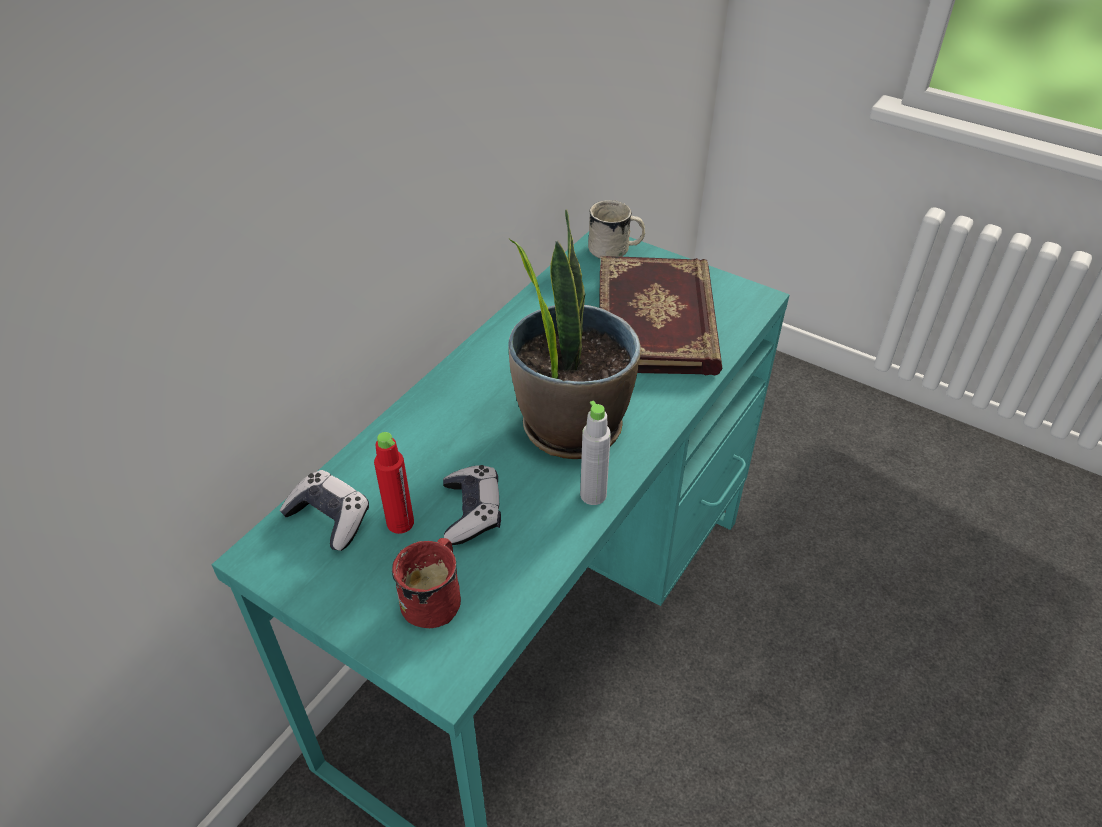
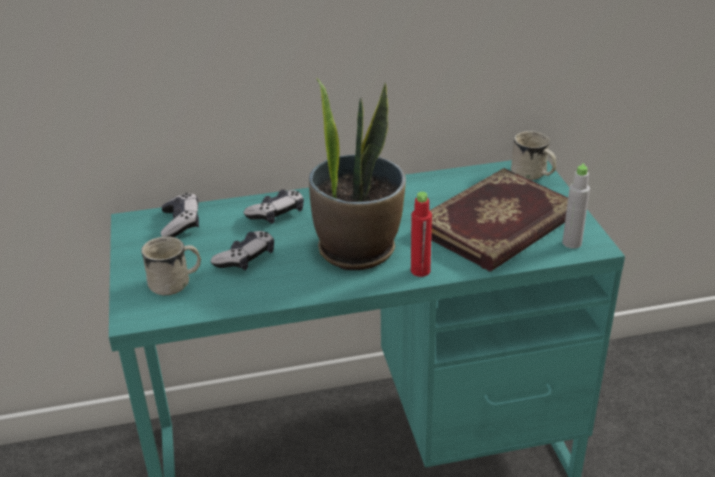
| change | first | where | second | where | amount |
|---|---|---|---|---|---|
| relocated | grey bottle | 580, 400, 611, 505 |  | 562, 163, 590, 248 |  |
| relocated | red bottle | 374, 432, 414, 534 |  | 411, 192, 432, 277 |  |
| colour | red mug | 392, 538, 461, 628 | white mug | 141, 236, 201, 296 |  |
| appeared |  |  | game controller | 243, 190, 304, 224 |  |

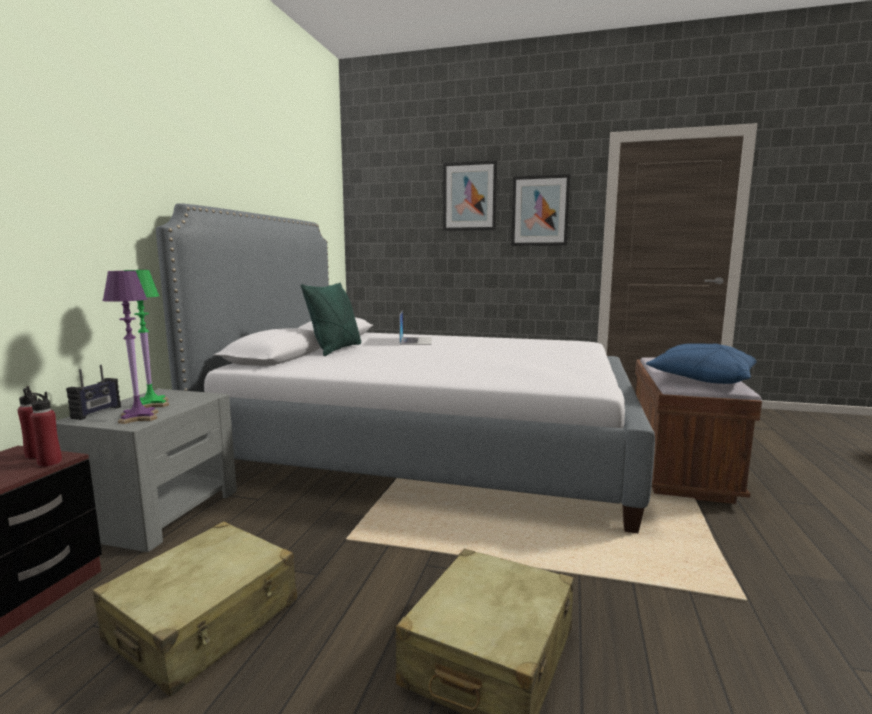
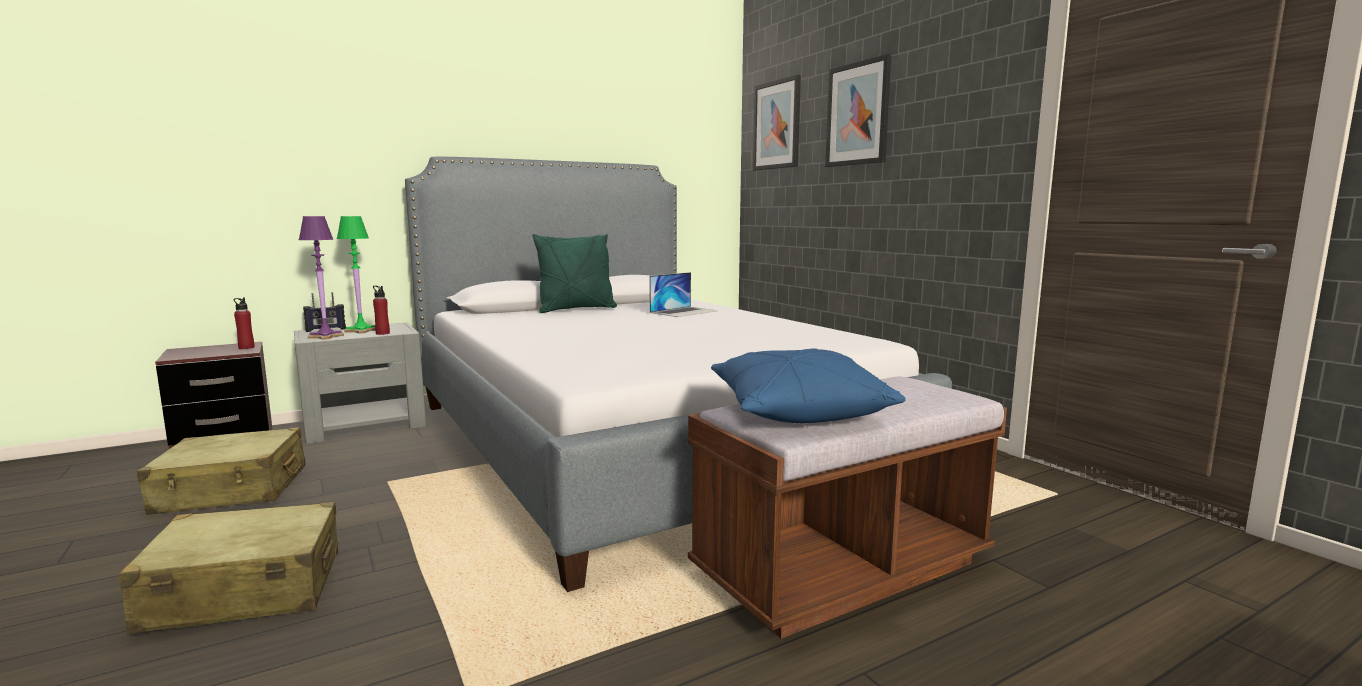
| change | first | where | second | where | amount |
|---|---|---|---|---|---|
| relocated | picture | 511, 174, 571, 246 |  | 753, 75, 801, 171 |  |
| relocated | red bottle | 26, 392, 62, 467 |  | 373, 285, 390, 335 |  |

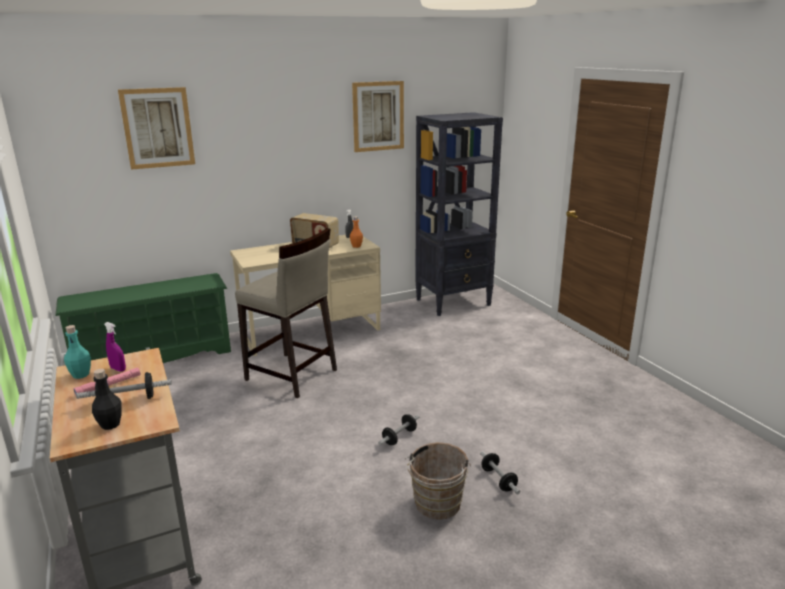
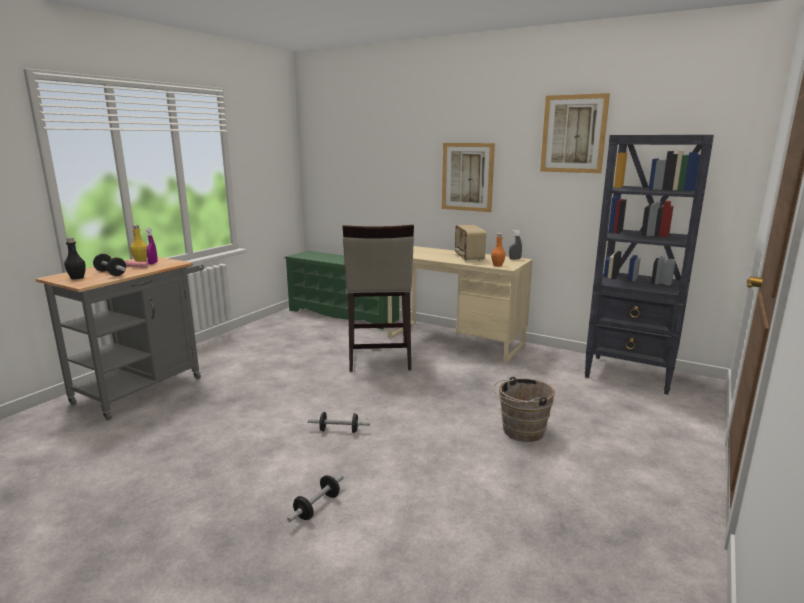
| change | first | where | second | where | amount |
|---|---|---|---|---|---|
| relocated | picture | 118, 87, 195, 170 |  | 442, 143, 495, 212 |  |
| colour | turquoise bottle | 64, 325, 91, 379 | yellow bottle | 130, 225, 148, 262 |  |
| relocated | brown bucket | 405, 442, 471, 520 |  | 493, 376, 555, 442 |  |

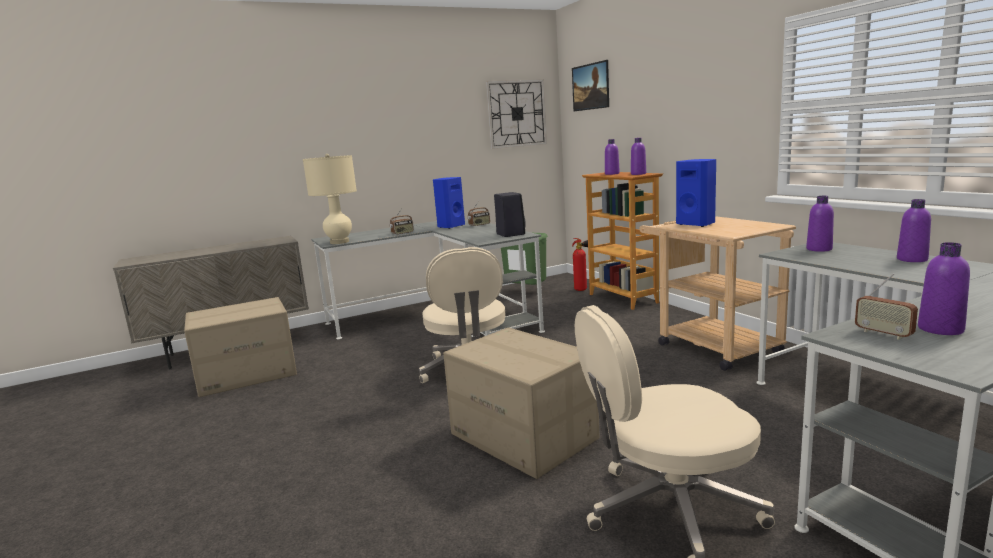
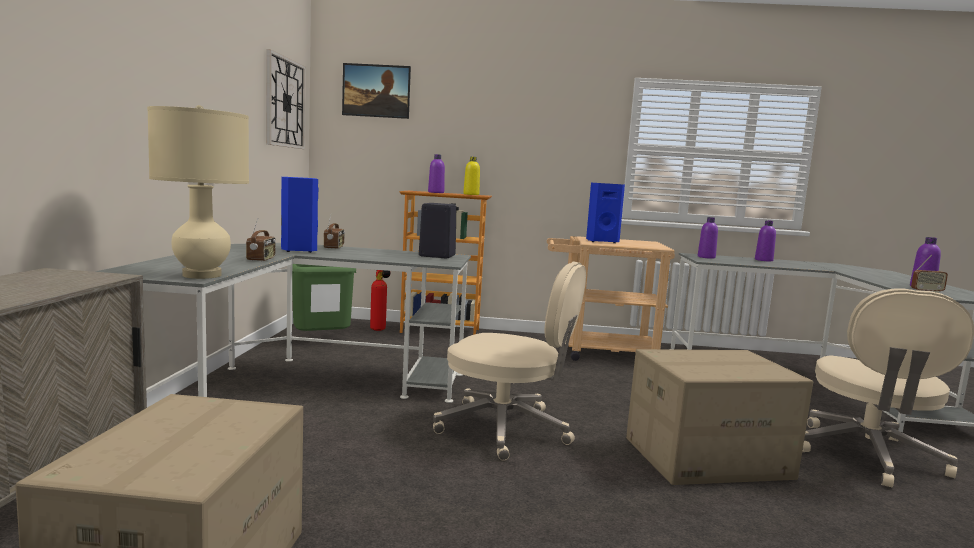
| change | first | where | second | where | amount |
|---|---|---|---|---|---|
| colour | purple bottle | 631, 138, 646, 175 | yellow bottle | 463, 157, 480, 195 |  |

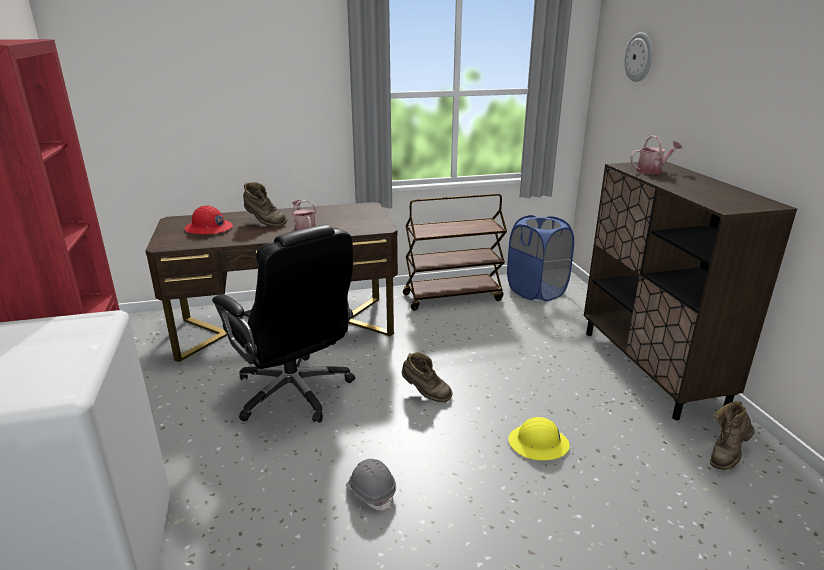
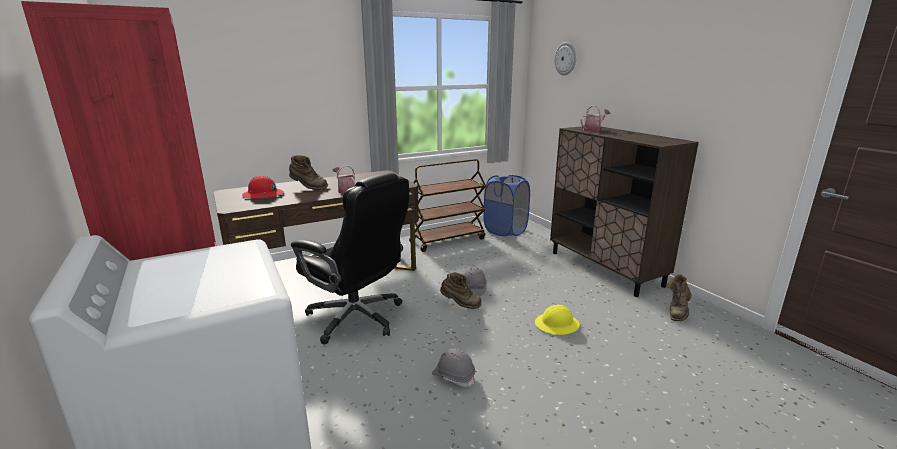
| change | first | where | second | where | amount |
|---|---|---|---|---|---|
| appeared |  |  | grey hard hat | 464, 267, 487, 296 |  |

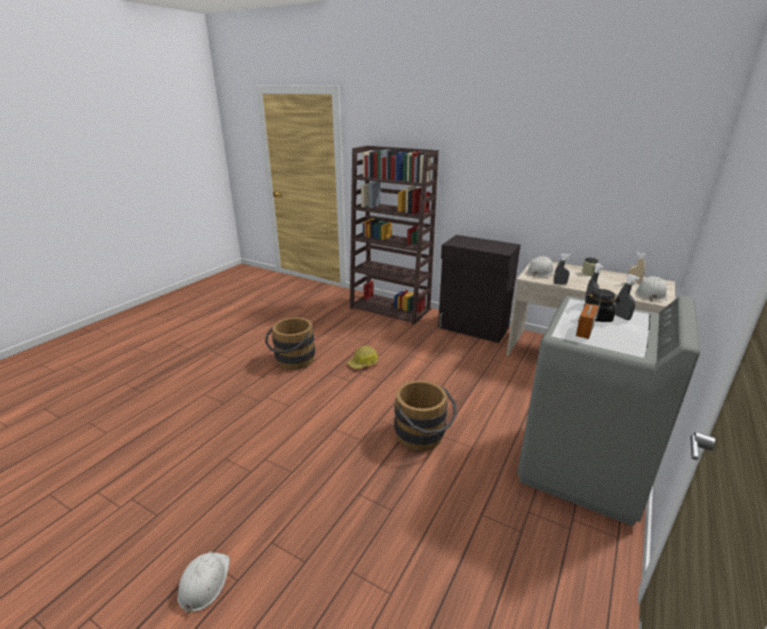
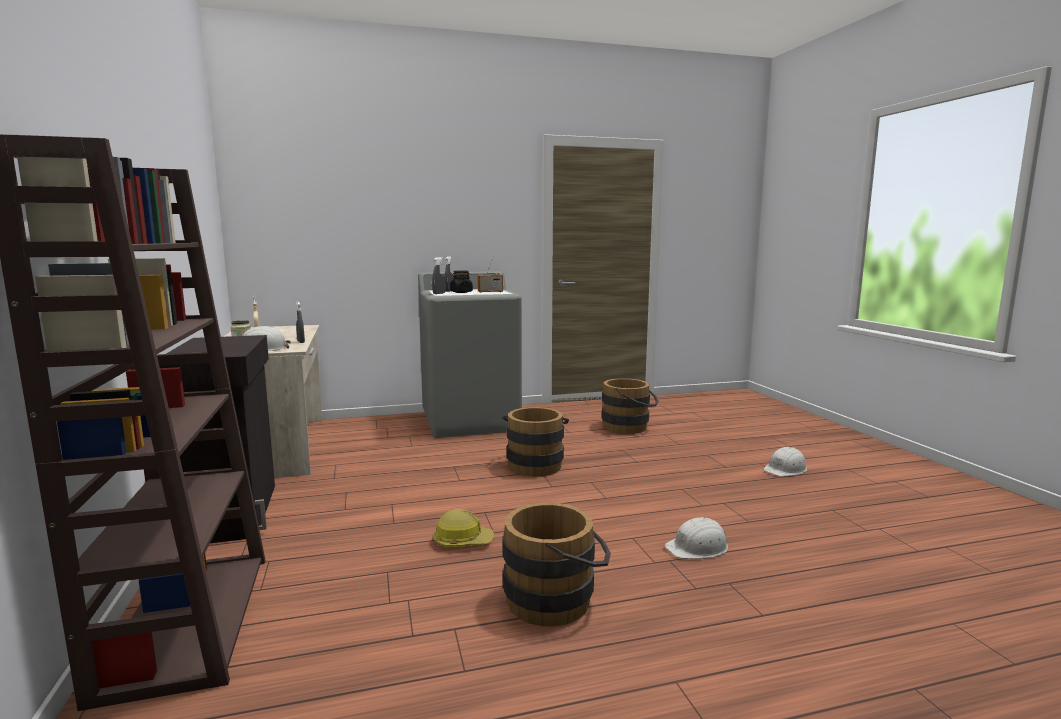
| change | first | where | second | where | amount |
|---|---|---|---|---|---|
| relocated | white hard hat | 636, 276, 667, 301 |  | 665, 516, 728, 559 |  |
| appeared |  |  | brown bucket | 602, 378, 658, 434 |  |

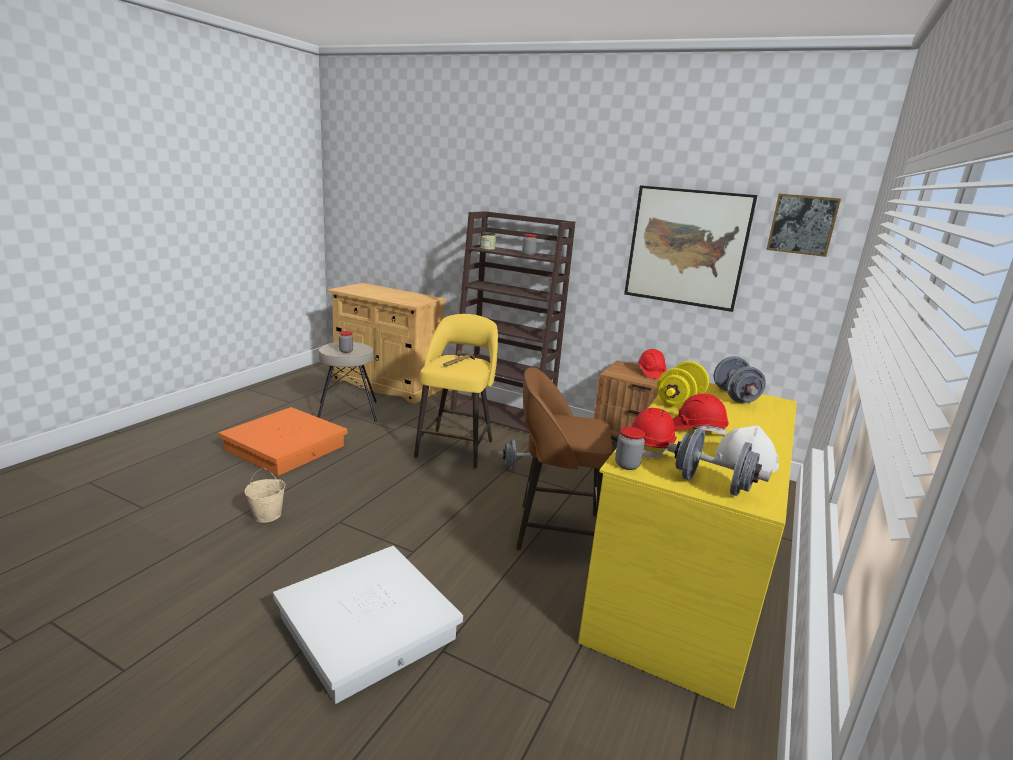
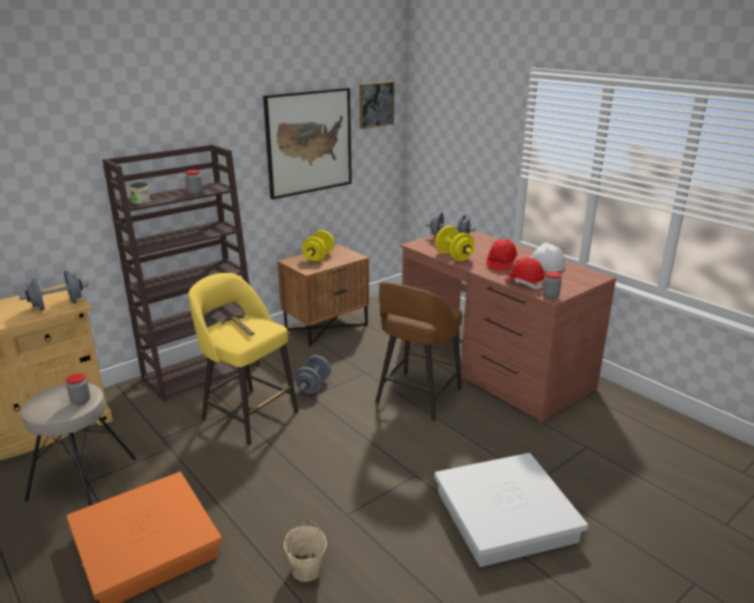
| change | first | where | second | where | amount |
|---|---|---|---|---|---|
| exchanged | red hard hat | 638, 349, 667, 379 | yellow dumbbell | 302, 230, 335, 261 |  |
| colour | yellow desk | 578, 383, 797, 709 | brown desk | 400, 231, 616, 423 |  |
| relocated | grey dumbbell | 667, 428, 771, 496 |  | 19, 271, 88, 311 |  |

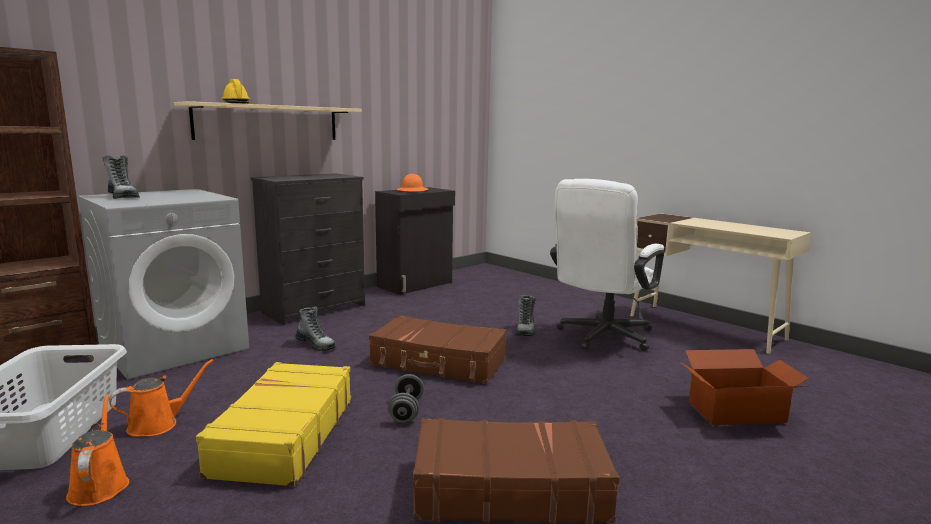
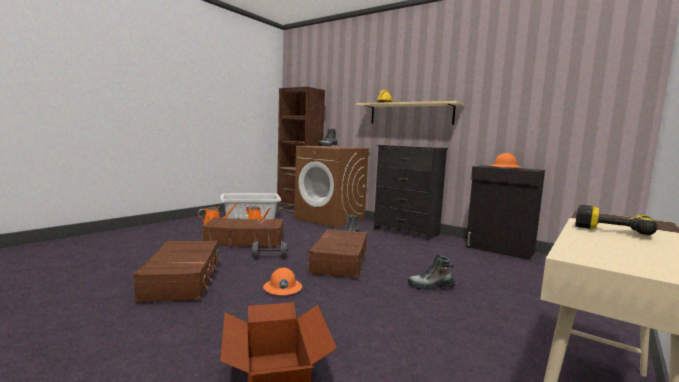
| change | first | where | second | where | amount |
|---|---|---|---|---|---|
| missing | white office chair | 550, 179, 664, 351 |  |  |  |
| colour | grey washing machine | 78, 189, 249, 380 | brown washing machine | 294, 146, 369, 228 |  |
| colour | yellow suitcase | 196, 362, 351, 487 | brown suitcase | 202, 217, 283, 247 |  |
| appeared |  |  | power drill | 575, 205, 658, 235 |  |
| appeared |  |  | orange hard hat | 263, 267, 302, 295 |  |

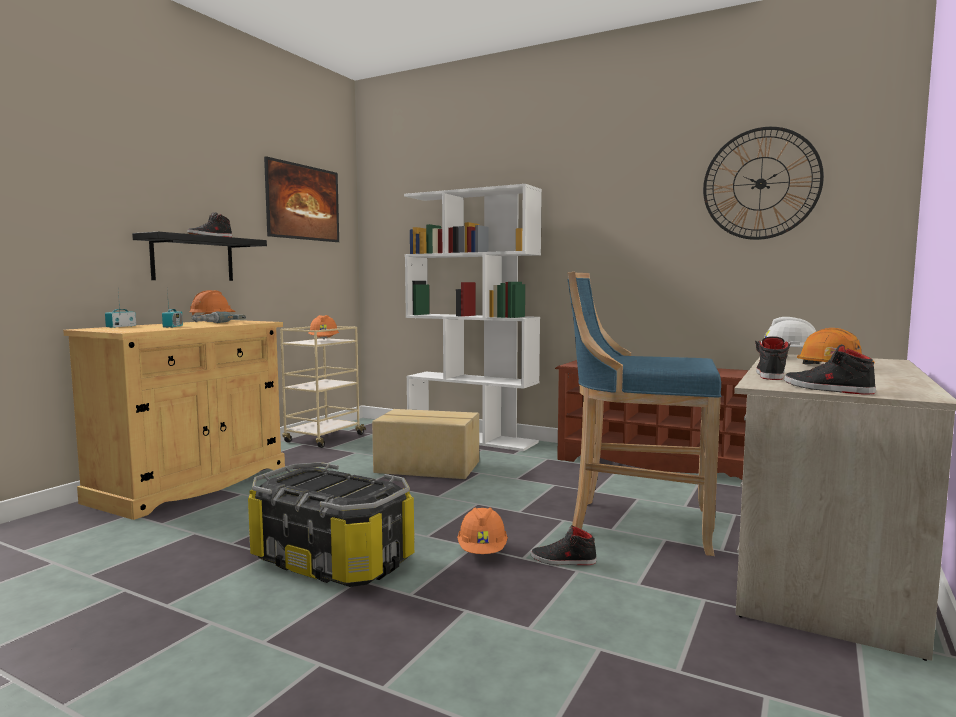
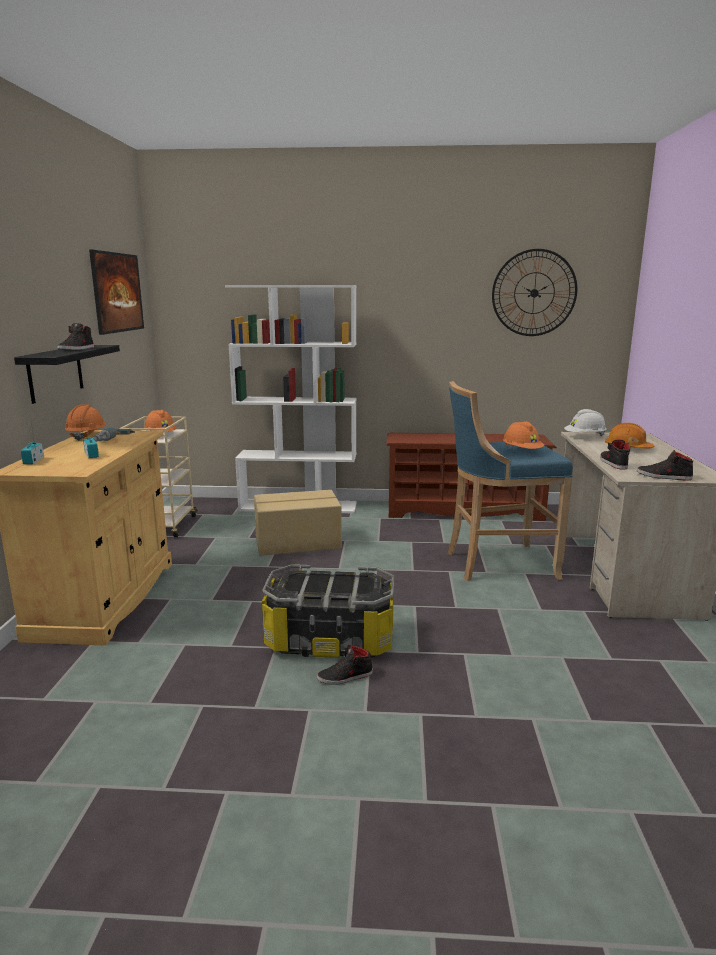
| change | first | where | second | where | amount |
|---|---|---|---|---|---|
| relocated | orange hard hat | 457, 507, 508, 554 |  | 503, 421, 544, 449 |  |
| relocated | black shoe | 531, 525, 597, 565 |  | 317, 645, 373, 684 |  |

